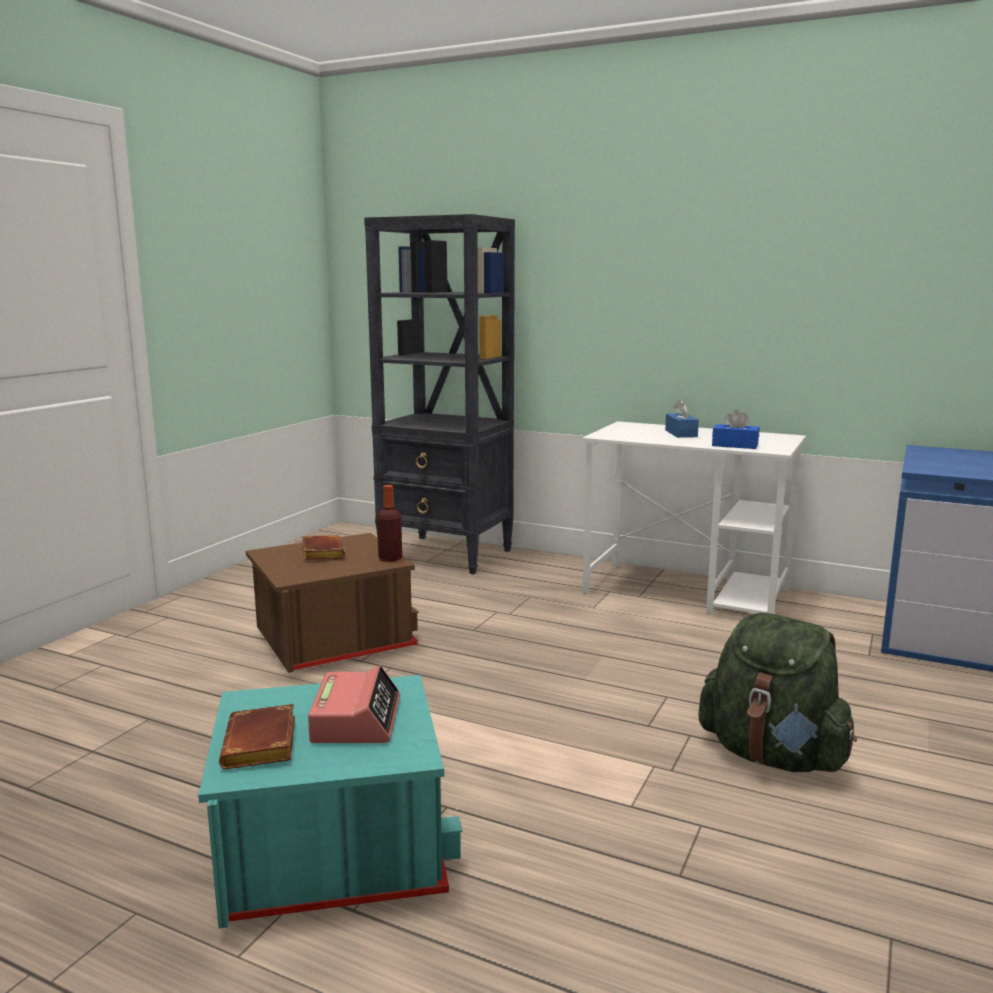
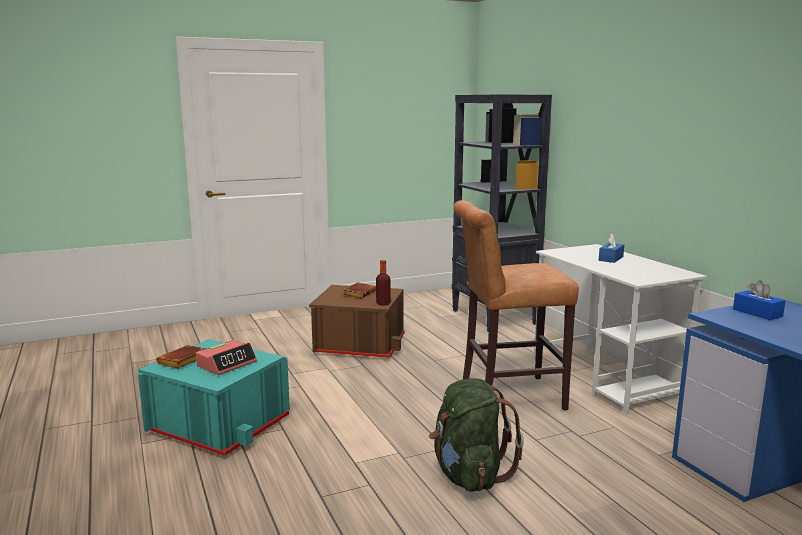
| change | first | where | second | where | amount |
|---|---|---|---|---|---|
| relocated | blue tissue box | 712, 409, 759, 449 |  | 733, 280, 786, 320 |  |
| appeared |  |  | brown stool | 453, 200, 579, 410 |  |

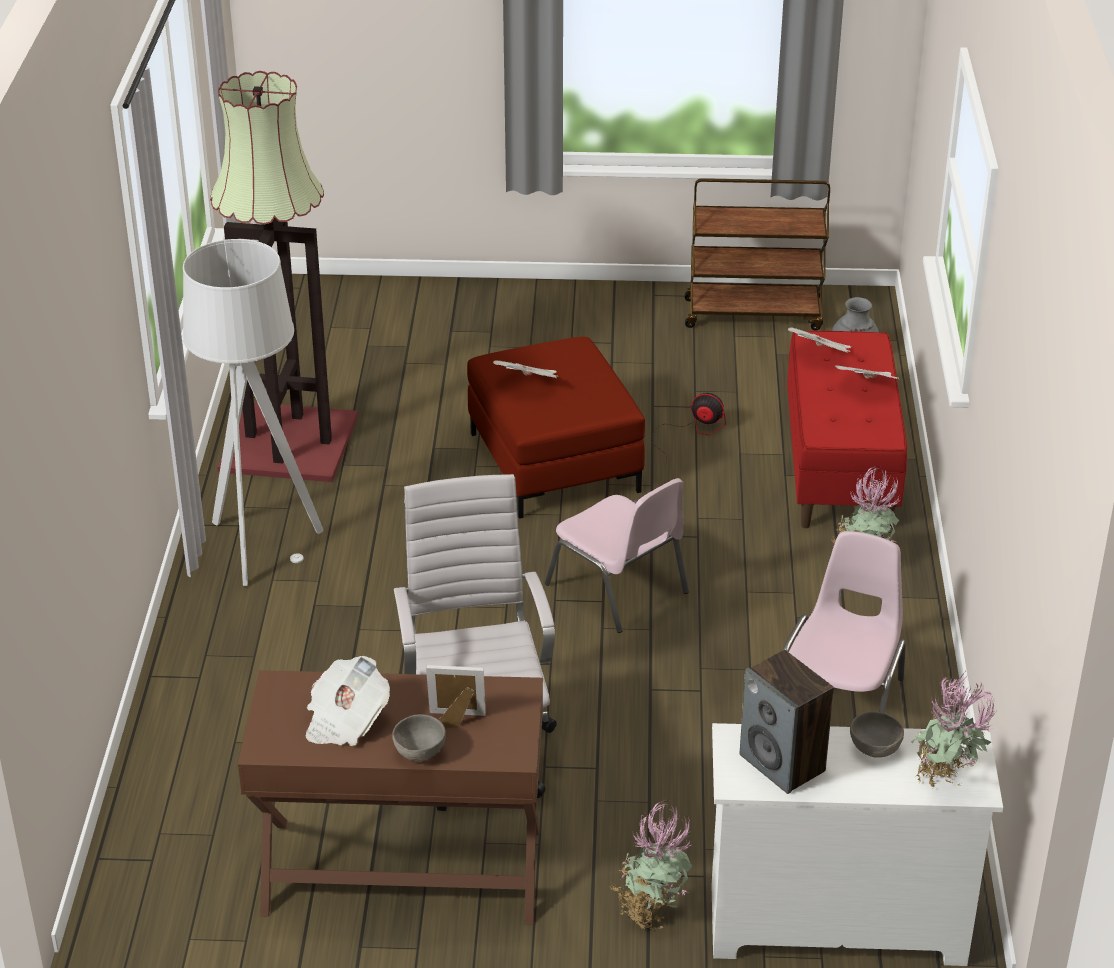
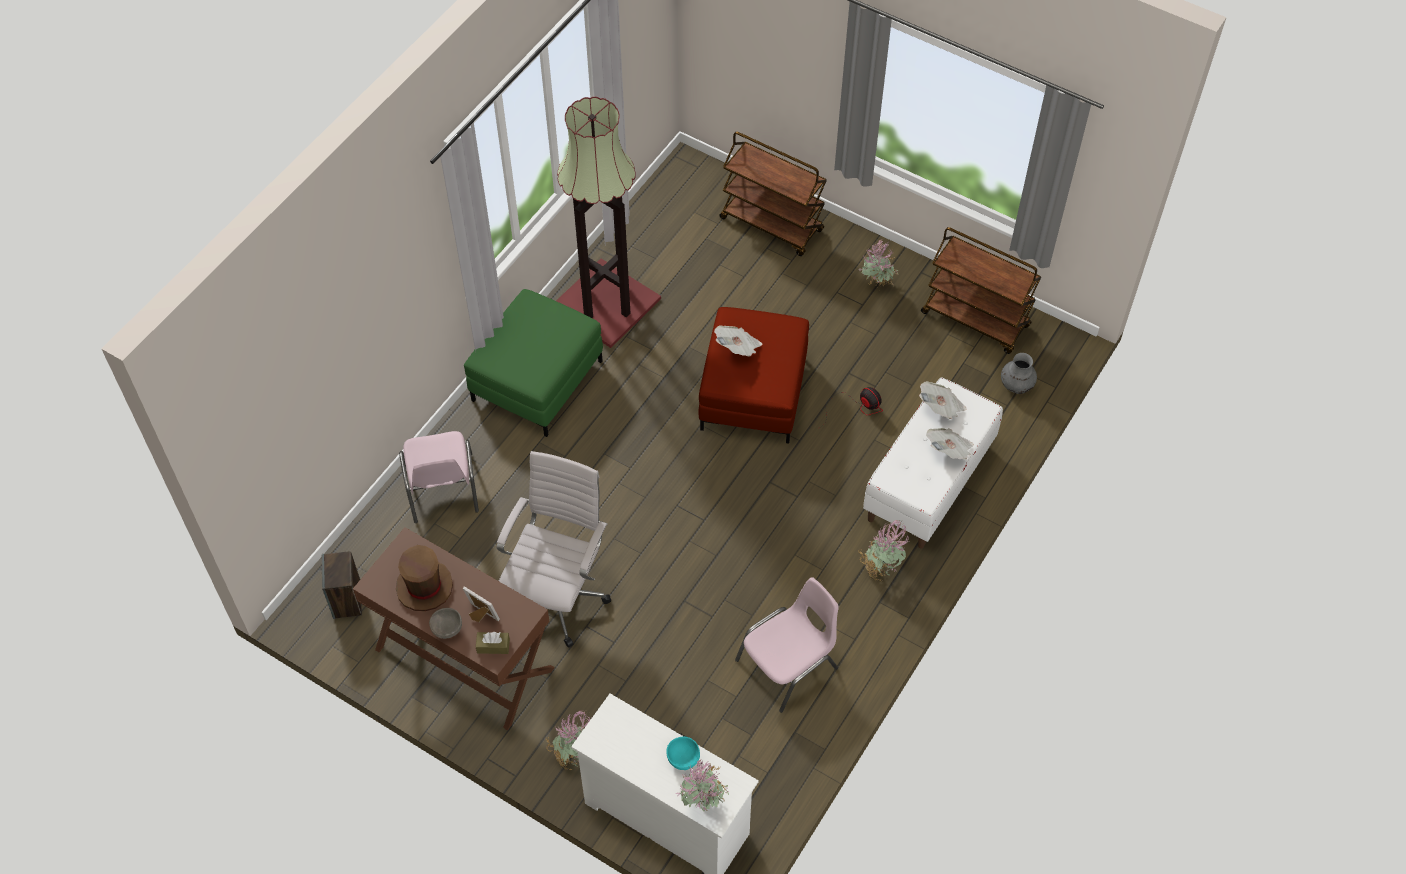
| change | first | where | second | where | amount |
|---|---|---|---|---|---|
| exchanged | grey floor lamp | 183, 239, 324, 586 | green ottoman | 464, 289, 603, 437 |  |
| colour | red bench | 787, 331, 907, 528 | white bench | 863, 378, 1003, 549 |  |
| relocated | pink chair | 545, 478, 689, 633 |  | 399, 431, 479, 523 |  |
| relocated | speaker | 740, 650, 834, 794 |  | 322, 551, 362, 619 |  |
| exchanged | newspaper | 305, 656, 390, 746 | brown hat | 396, 545, 453, 611 |  |
| colour | grey bowl | 850, 712, 904, 758 | turquoise bowl | 666, 736, 700, 770 |  |
| appeared |  |  | brown cart | 719, 132, 827, 256 |  |
| appeared |  |  | potted plant | 859, 240, 898, 290 |  |
| appeared |  |  | brown tissue box | 476, 632, 510, 654 |  |

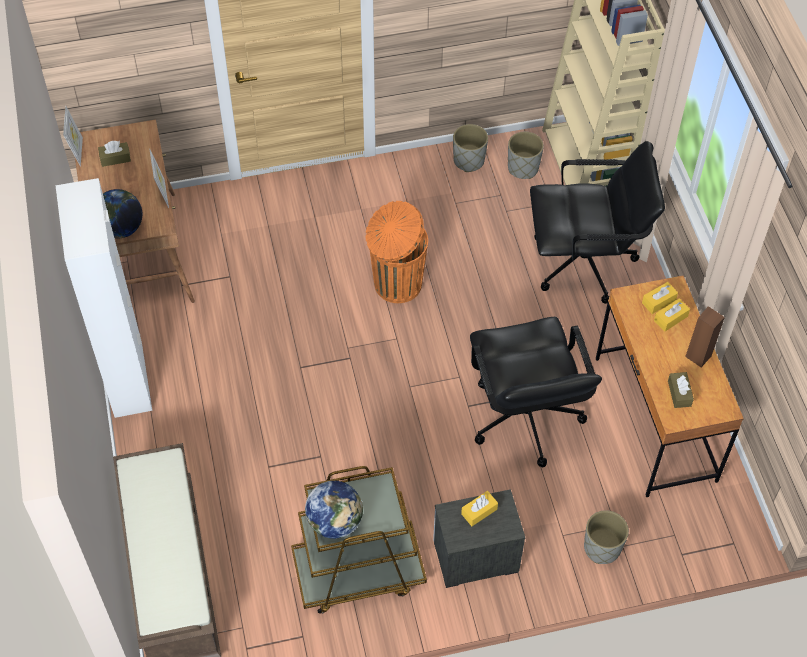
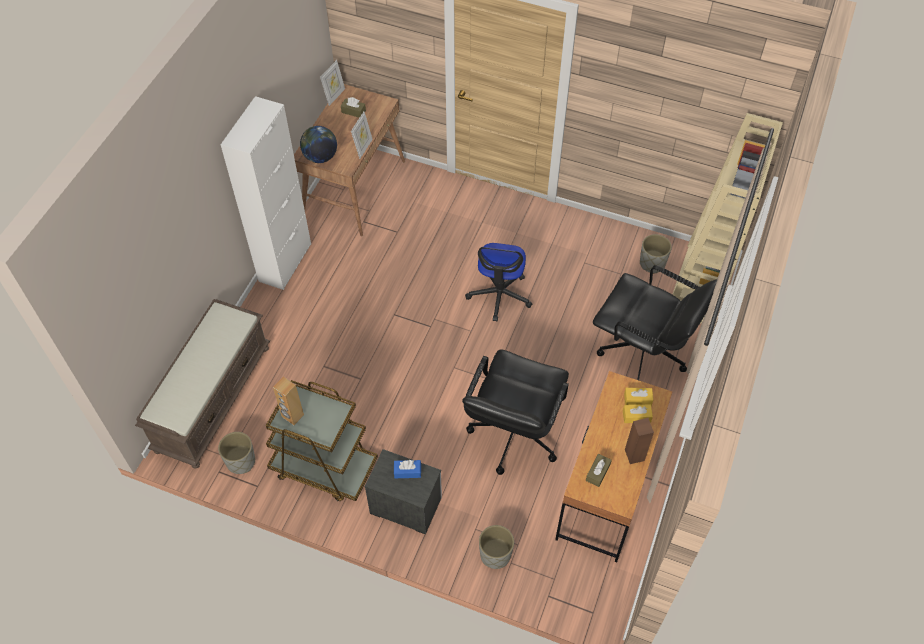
| change | first | where | second | where | amount |
|---|---|---|---|---|---|
| relocated | grey planter | 453, 124, 488, 172 |  | 218, 432, 255, 474 |  |
| exchanged | orange trash can | 365, 201, 428, 303 | office chair | 465, 243, 532, 322 |  |
| exchanged | globe | 305, 481, 363, 539 | brown speaker | 273, 376, 304, 425 |  |
| colour | yellow tissue box | 461, 491, 498, 526 | blue tissue box | 394, 460, 421, 478 |  |

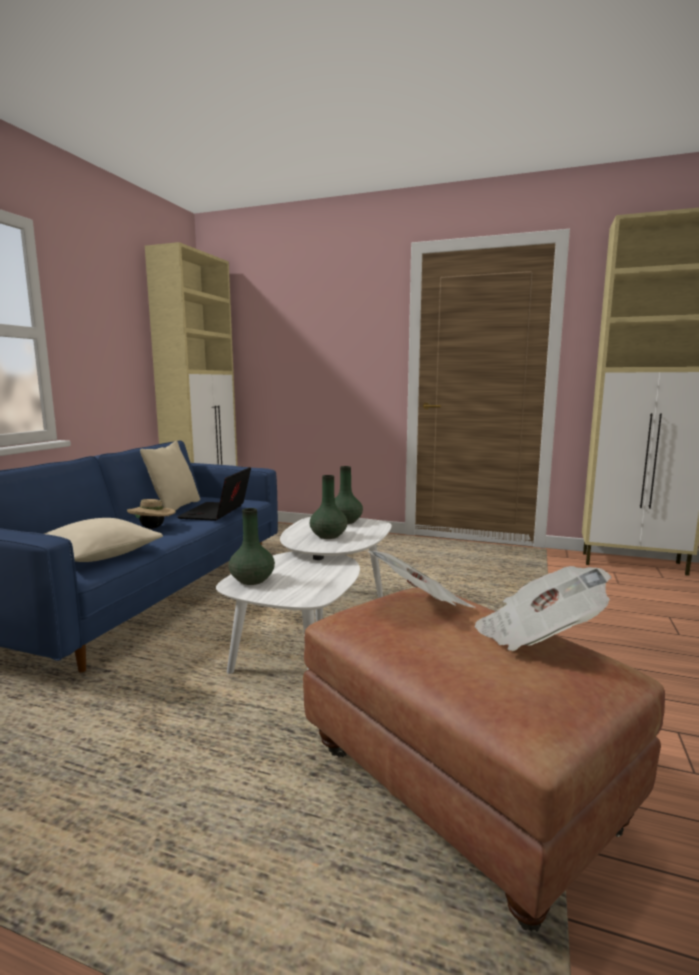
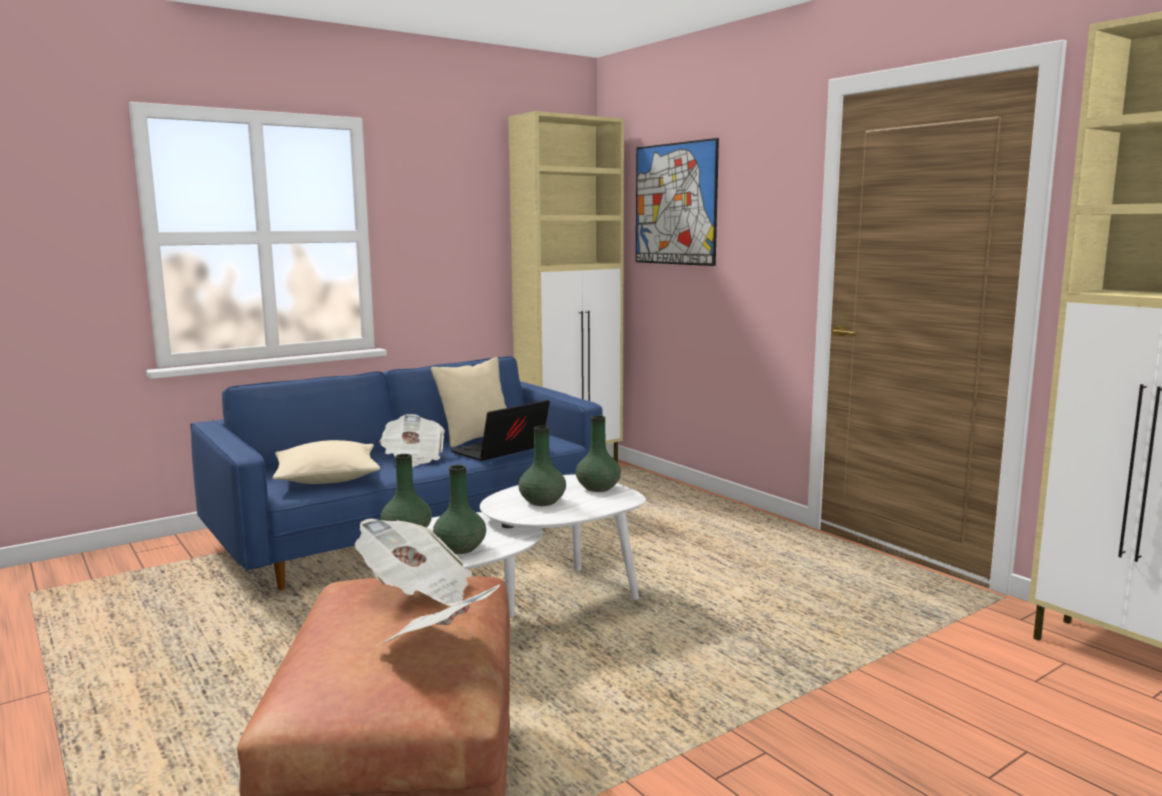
| change | first | where | second | where | amount |
|---|---|---|---|---|---|
| exchanged | beige hat | 127, 499, 176, 529 | newspaper | 380, 414, 445, 467 |  |
| appeared |  |  | picture | 636, 138, 719, 266 |  |
| appeared |  |  | green vase | 433, 465, 486, 554 |  |

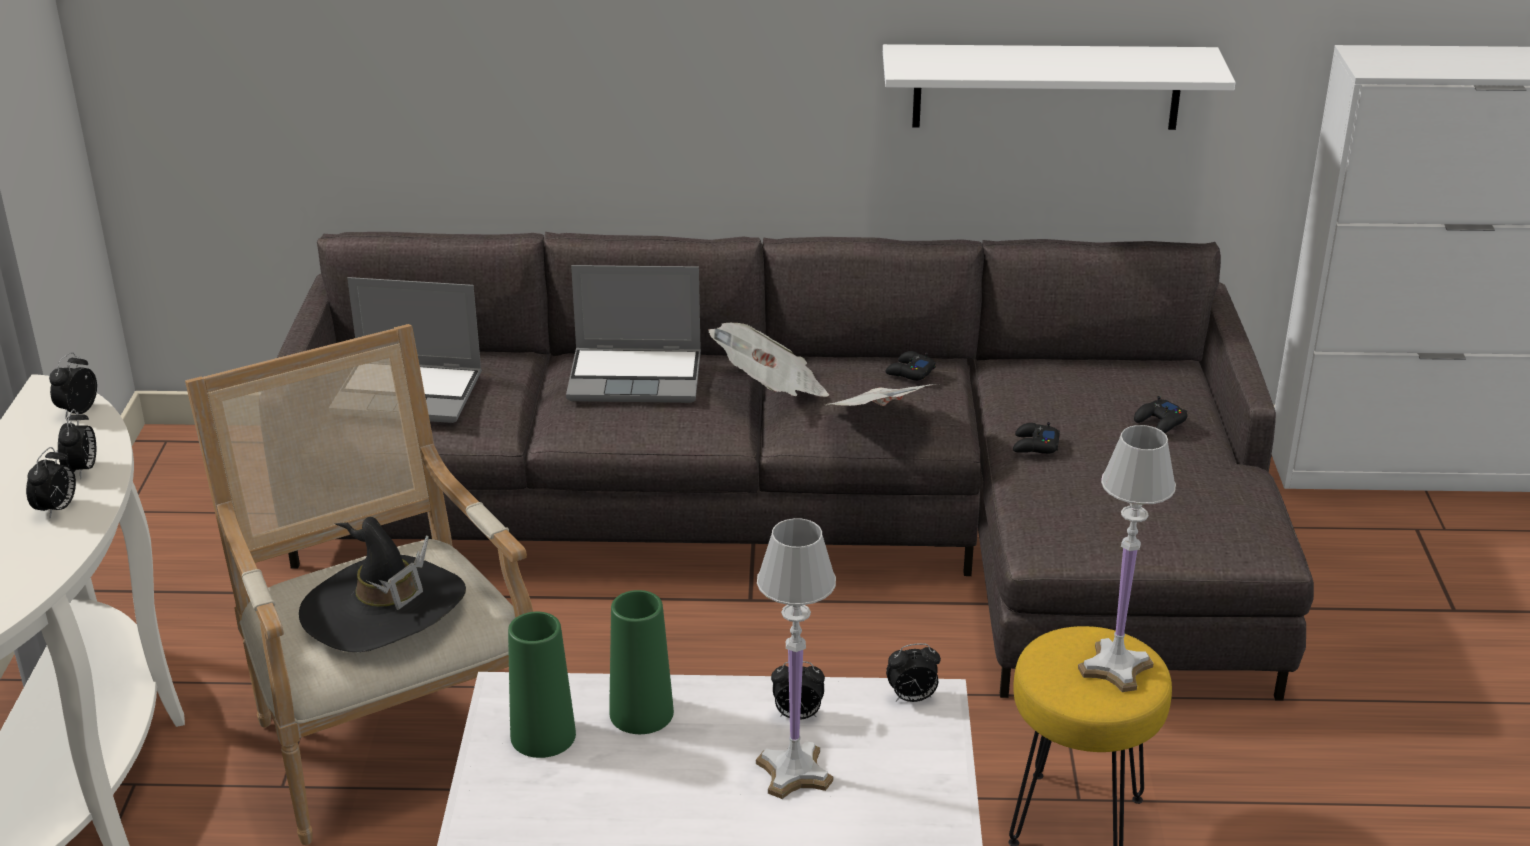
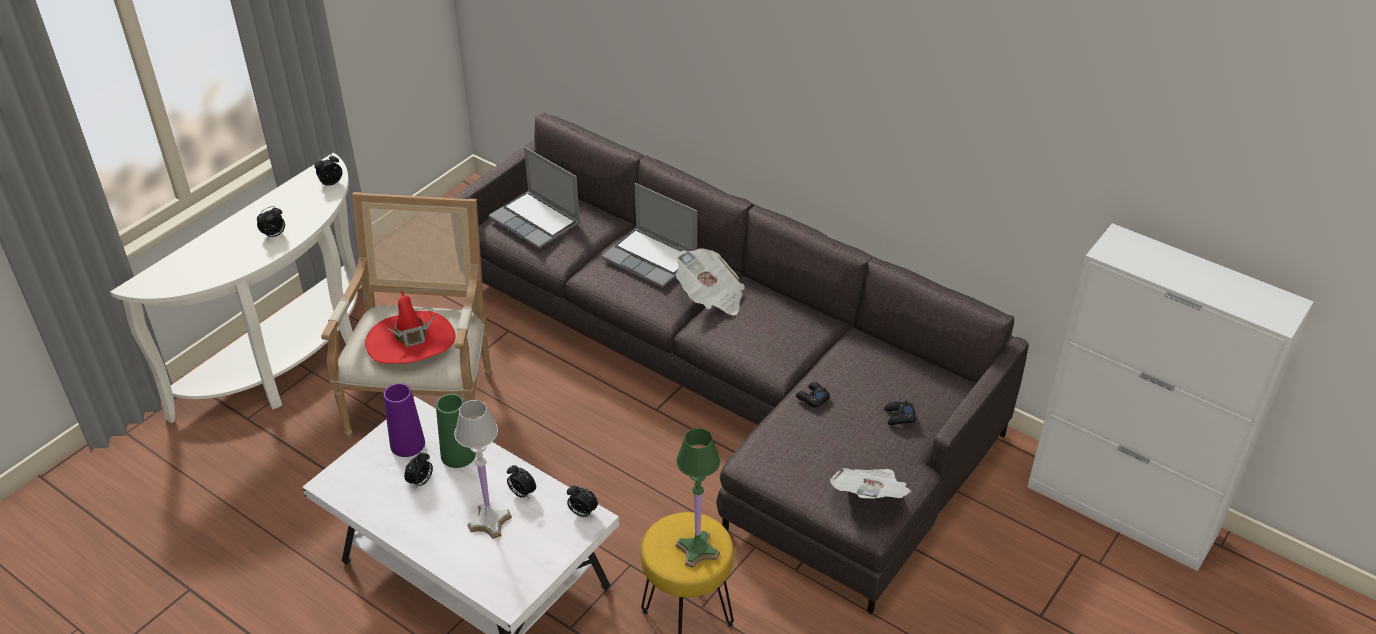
| change | first | where | second | where | amount |
|---|---|---|---|---|---|
| missing | white shelf | 883, 44, 1235, 130 |  |  |  |
| missing | black game controller | 885, 351, 936, 381 |  |  |  |
| relocated | newspaper | 823, 384, 937, 406 |  | 830, 468, 912, 498 |  |
| relocated | alarm clock | 58, 409, 96, 479 |  | 404, 452, 433, 488 |  |
| colour | white table lamp | 1078, 425, 1176, 692 | green table lamp | 675, 428, 721, 568 |  |
| colour | black hat | 299, 517, 466, 652 | red hat | 365, 290, 456, 364 |  |
| colour | green vase | 508, 612, 576, 758 | purple vase | 383, 383, 425, 457 |  |

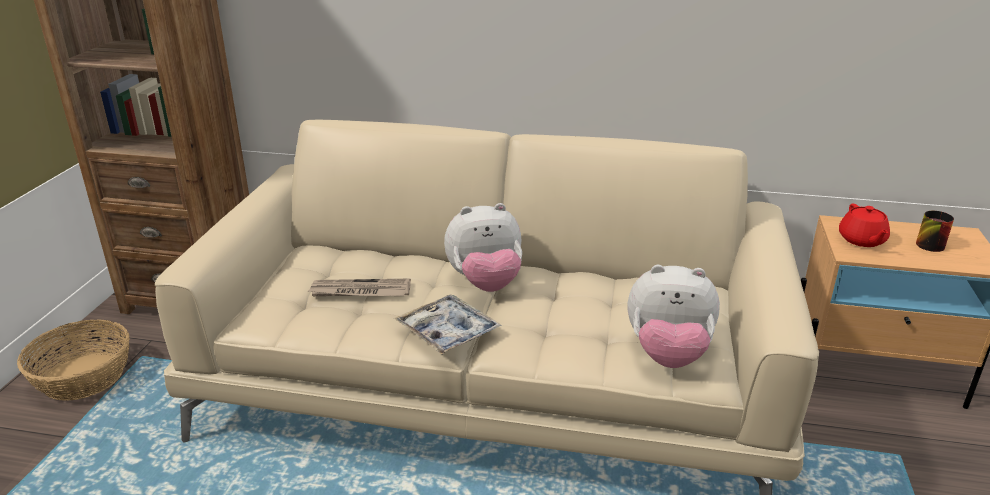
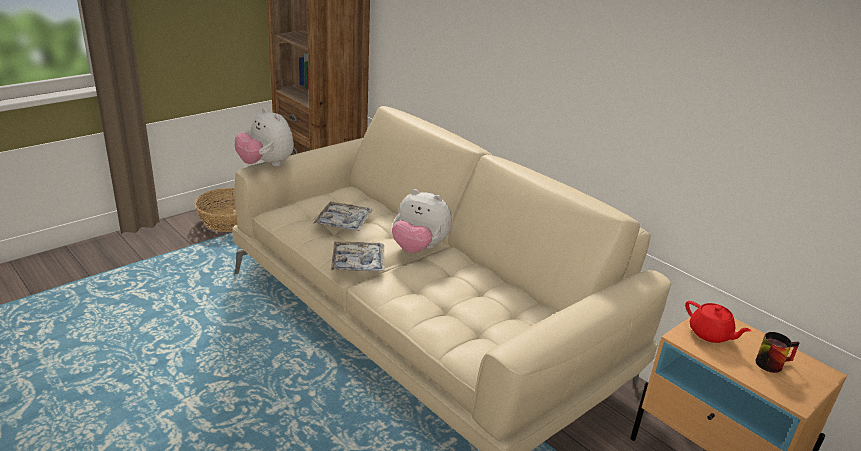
| change | first | where | second | where | amount |
|---|---|---|---|---|---|
| spun | red teapot | 839, 204, 890, 247 |  | 685, 301, 751, 343 | 75 degrees counterclockwise |
| relocated | plush toy | 628, 265, 720, 368 |  | 235, 108, 294, 166 |  |
| exchanged | newspaper | 309, 279, 411, 296 | tray | 314, 201, 372, 231 |  |

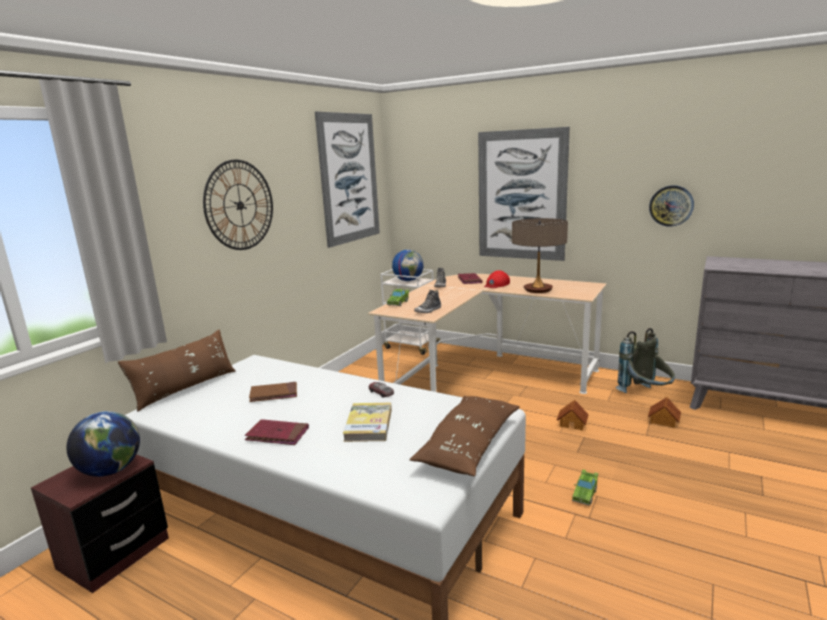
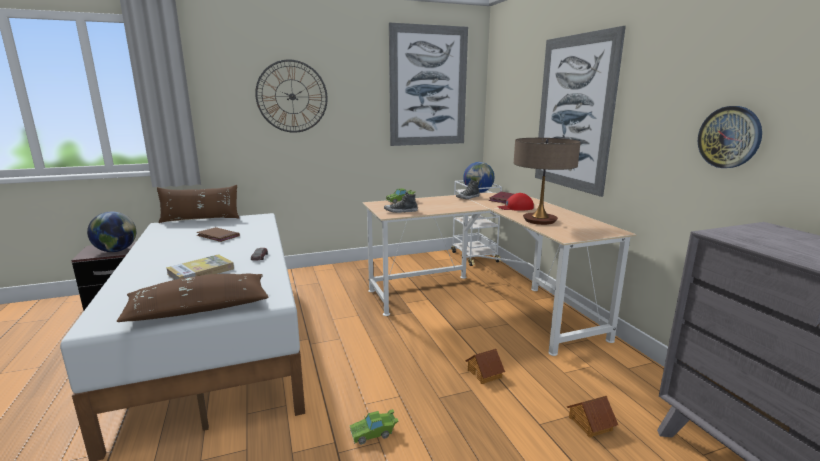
| change | first | where | second | where | amount |
|---|---|---|---|---|---|
| missing | grey backpack | 615, 328, 675, 393 |  |  |  |
| missing | red book | 244, 419, 309, 445 |  |  |  |

